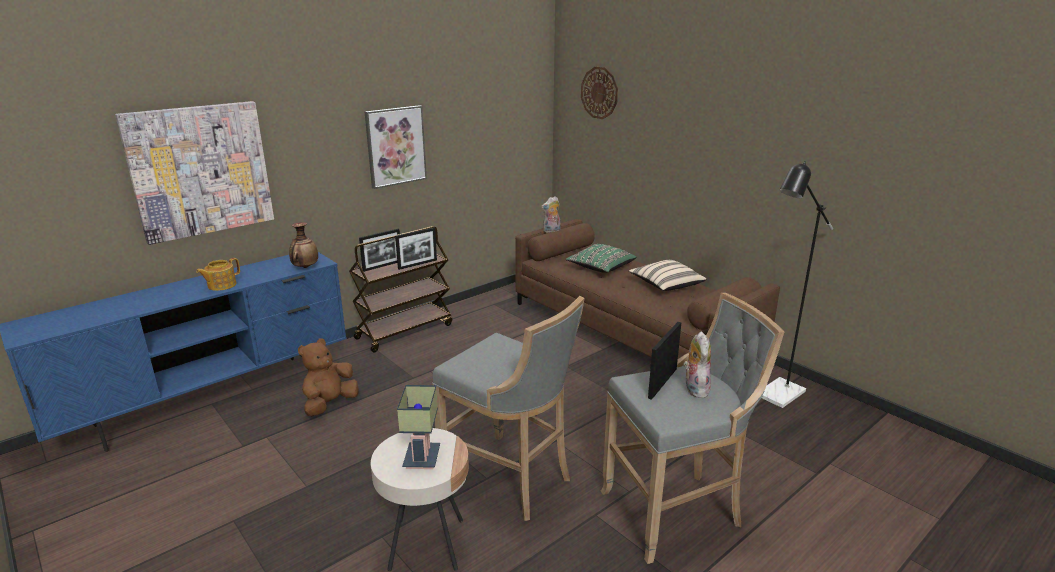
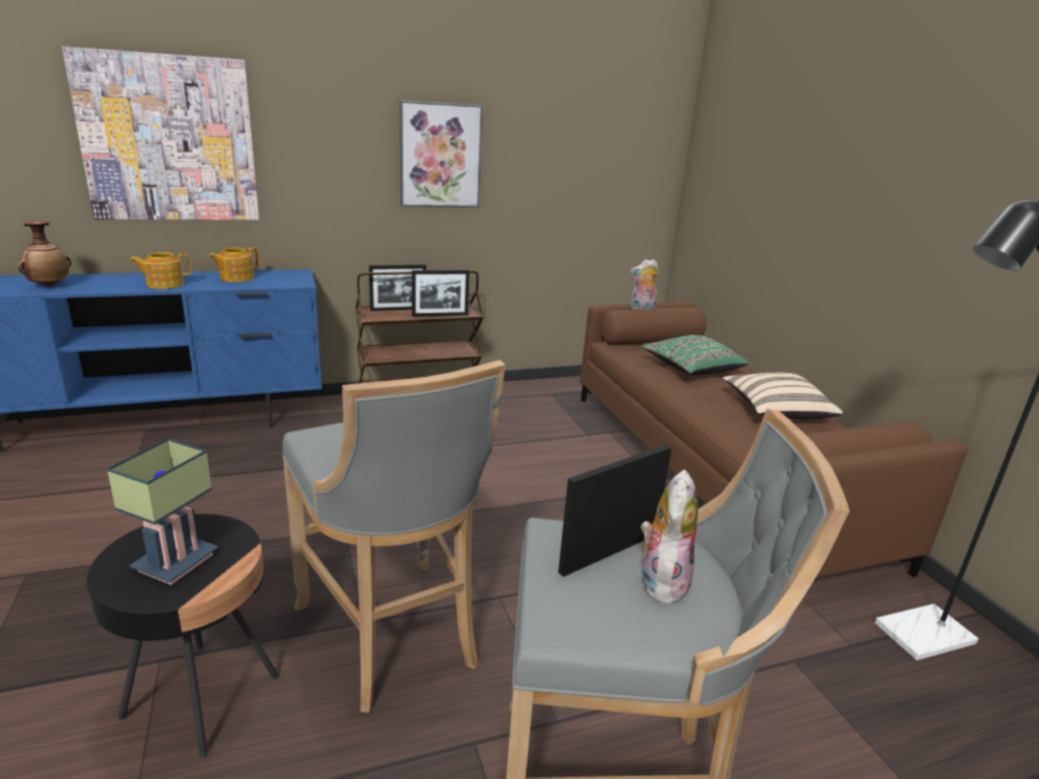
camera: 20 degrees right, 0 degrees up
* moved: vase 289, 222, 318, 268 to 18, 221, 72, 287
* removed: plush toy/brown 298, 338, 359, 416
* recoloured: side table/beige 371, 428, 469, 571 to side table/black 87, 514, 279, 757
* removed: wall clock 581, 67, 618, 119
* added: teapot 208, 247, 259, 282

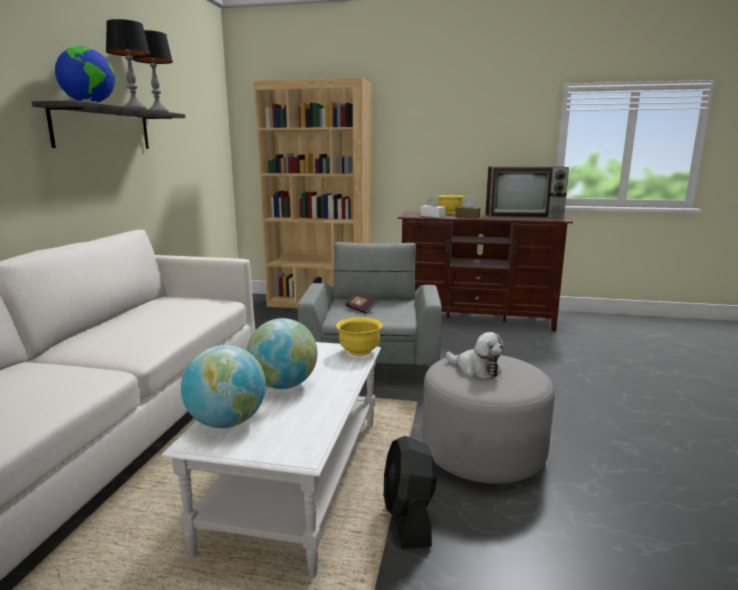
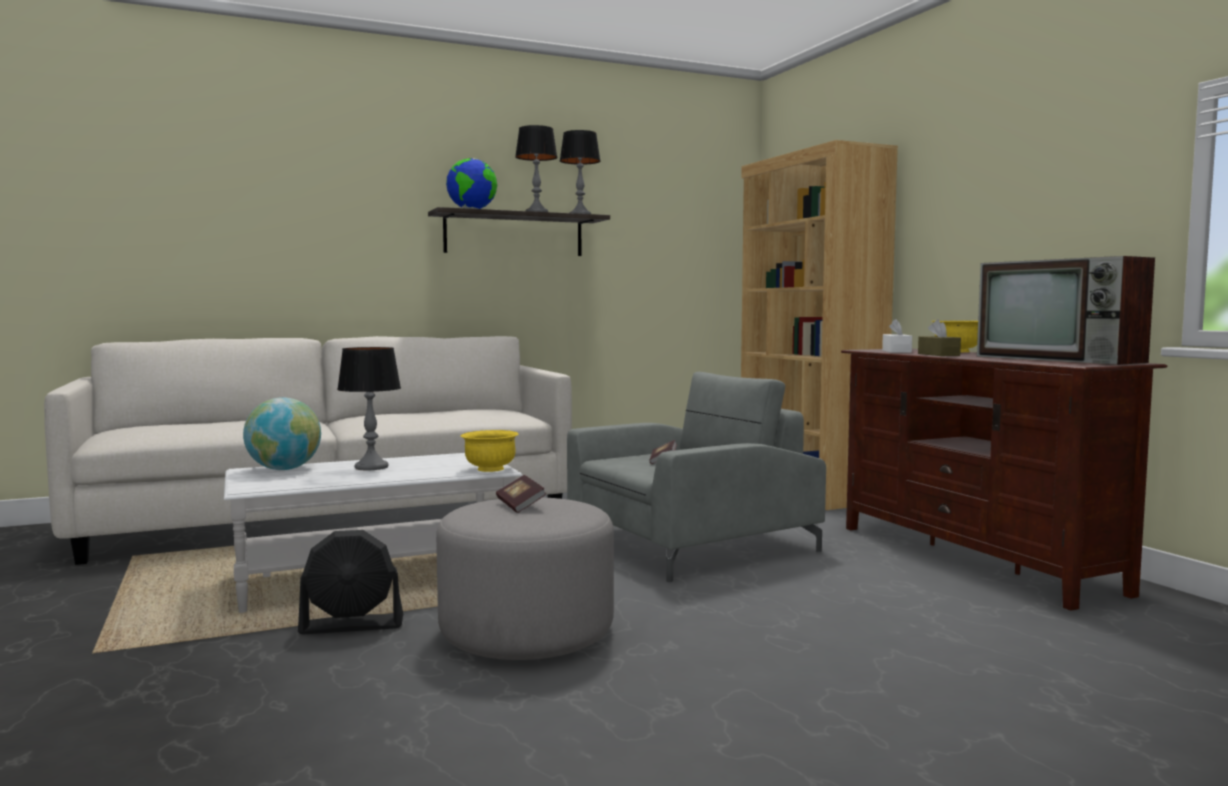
camera: 55 degrees right, 10 degrees down
* replaced: globe 246, 318, 318, 389 to table lamp 337, 347, 401, 470
* turned: fan/black 384, 436, 437, 549 = 298, 530, 403, 635 150 degrees counterclockwise
* replaced: plush toy 446, 332, 504, 379 to book 496, 475, 547, 513

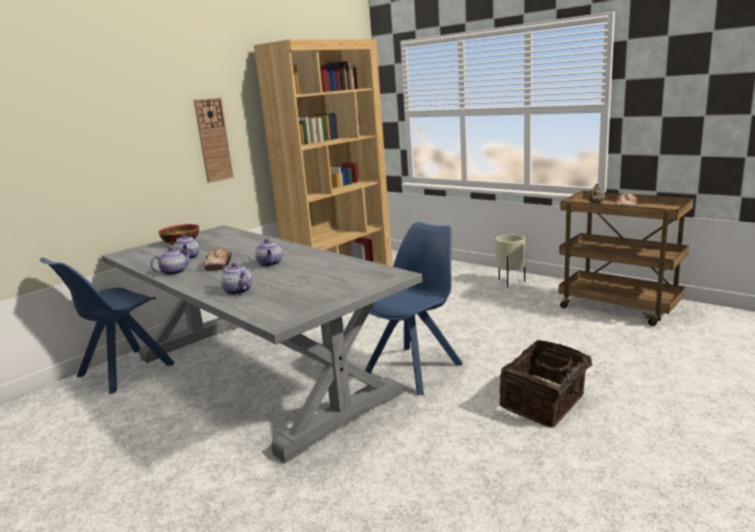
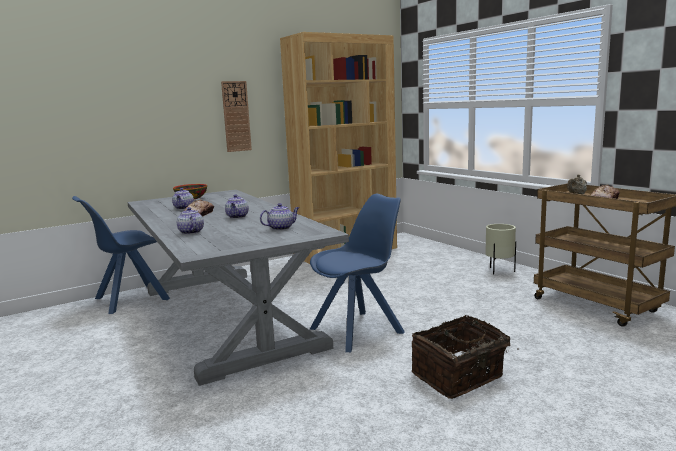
camera: 15 degrees right, 5 degrees down
* moved: teapot 150, 247, 191, 275 to 260, 203, 299, 230

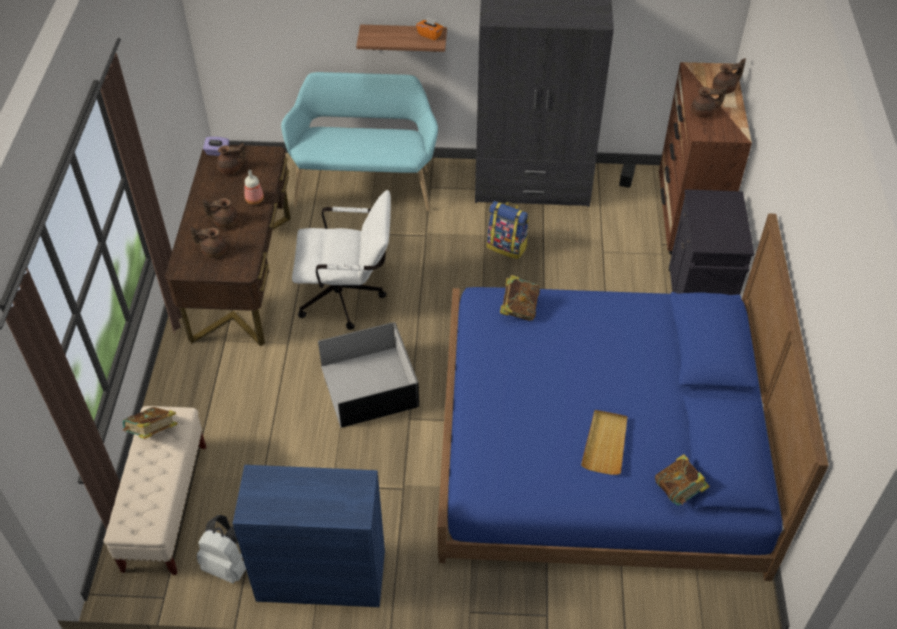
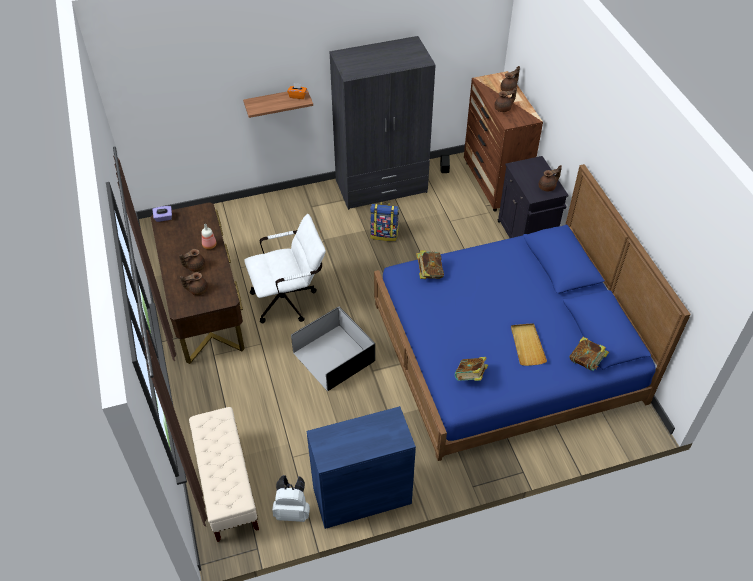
camera: 20 degrees left, 0 degrees up
* moved: book 123, 407, 178, 439 to 455, 357, 488, 381
* moved: teapot/brown 217, 143, 246, 174 to 539, 165, 562, 192
* removed: bench/turquoise 281, 72, 438, 211

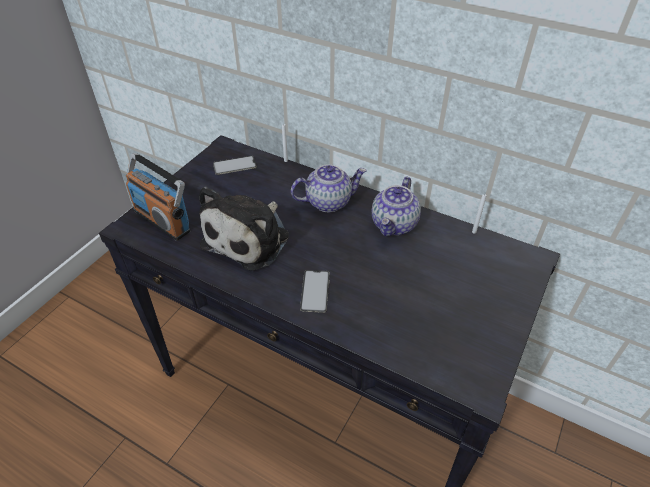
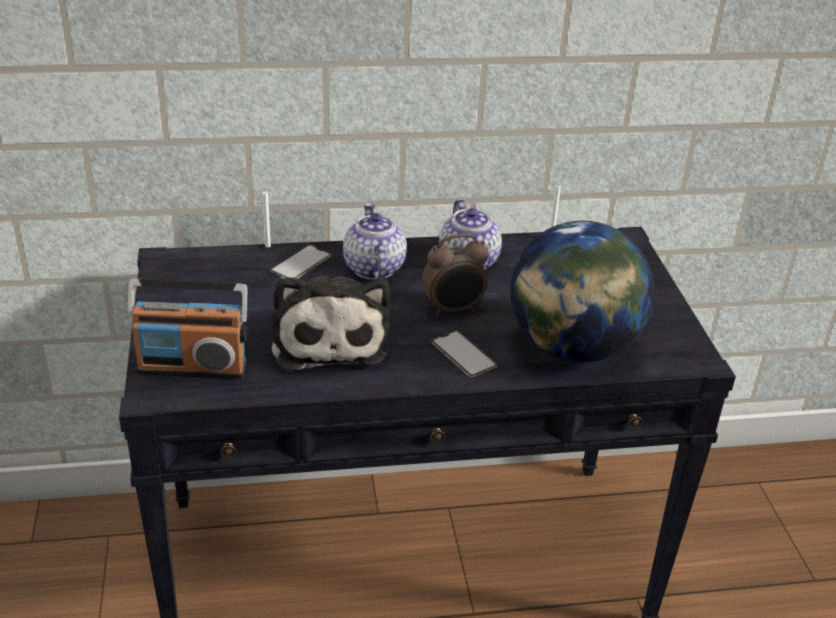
camera: 40 degrees left, 10 degrees down
* moved: phone 213, 156, 257, 175 to 270, 245, 331, 278
* turned: teapot 291, 165, 367, 212 = 343, 203, 407, 280 45 degrees counterclockwise
* added: alarm clock 422, 233, 489, 316
* added: globe 510, 221, 654, 363

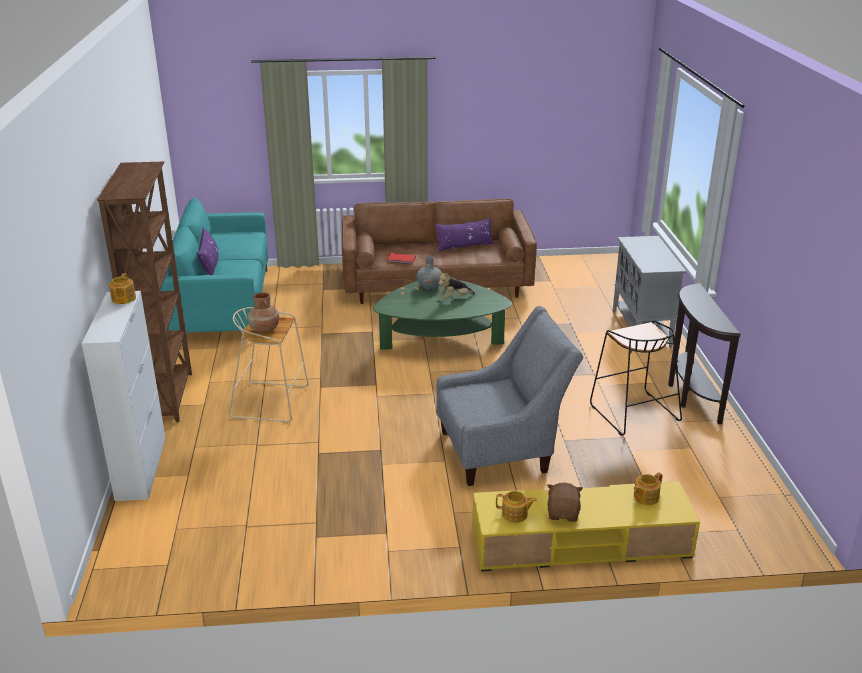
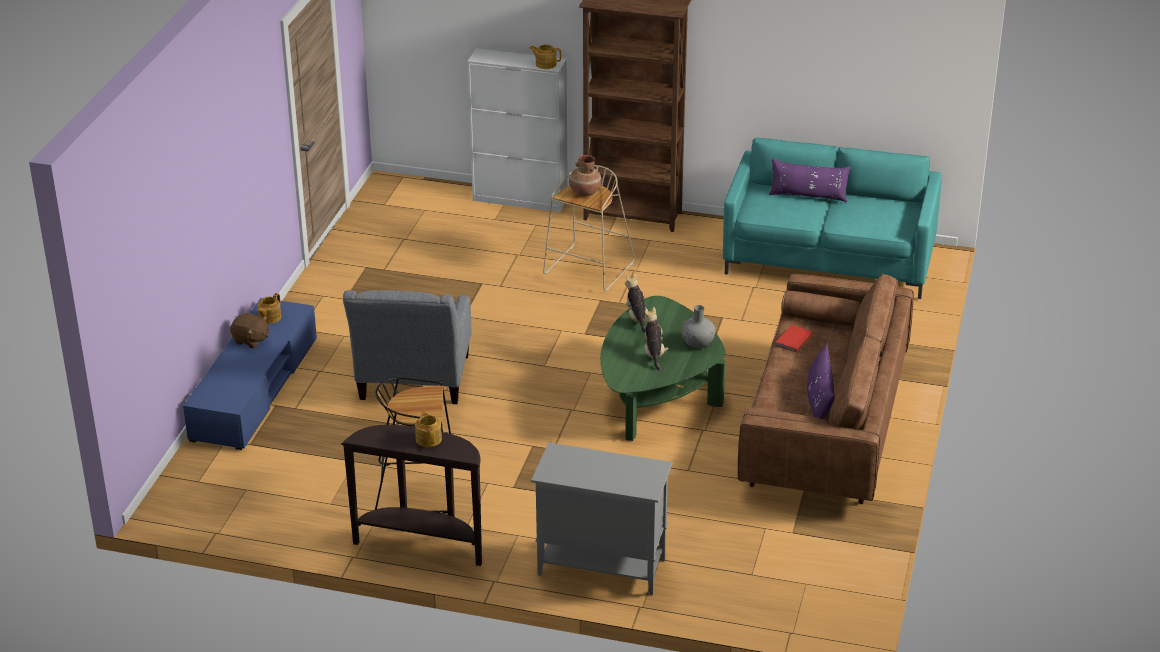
camera: 110 degrees right, 5 degrees up
* recoloured: tv stand/yellow 472, 481, 700, 571 to tv stand/blue 183, 298, 317, 450
* moved: teapot 634, 472, 663, 505 to 415, 410, 442, 447
* added: plush toy 625, 273, 648, 333

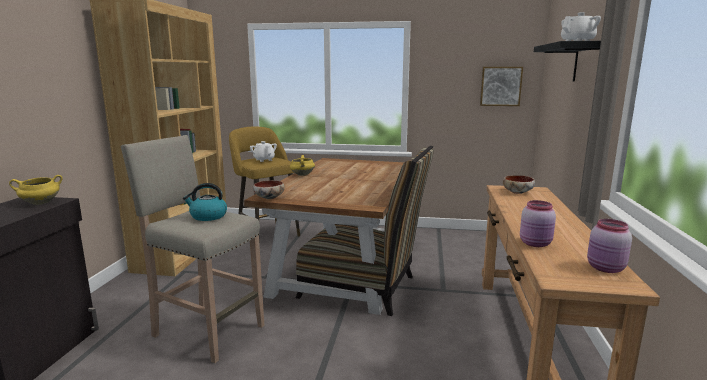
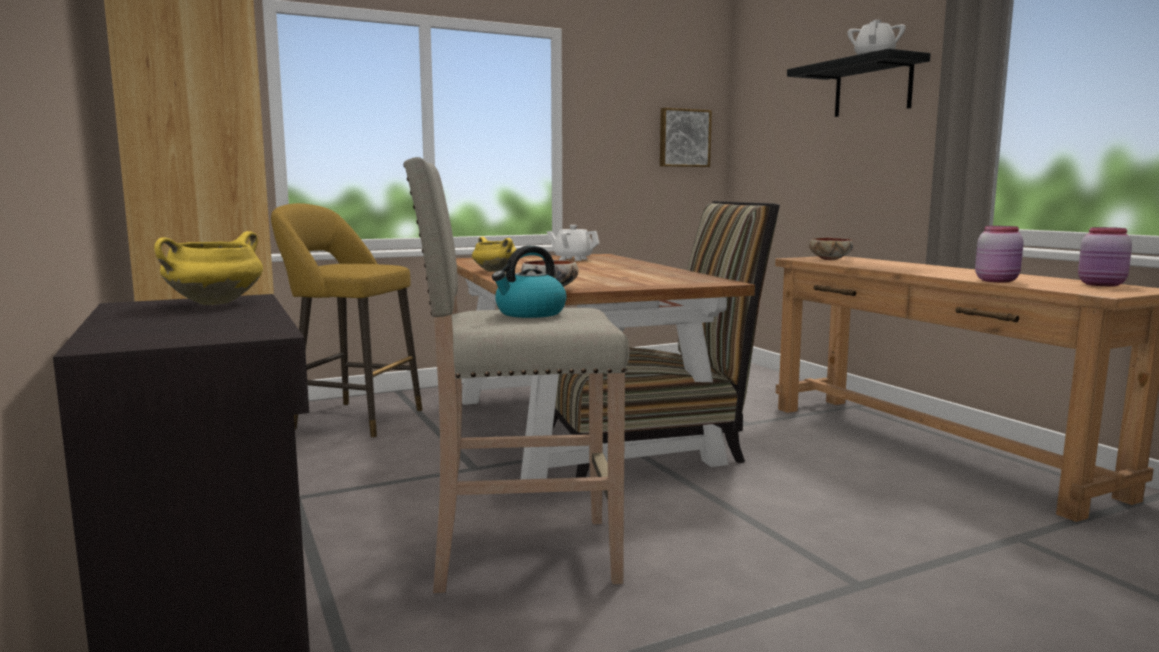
camera: 35 degrees left, 5 degrees down
* moved: teapot/white 250, 141, 277, 162 to 547, 225, 600, 261

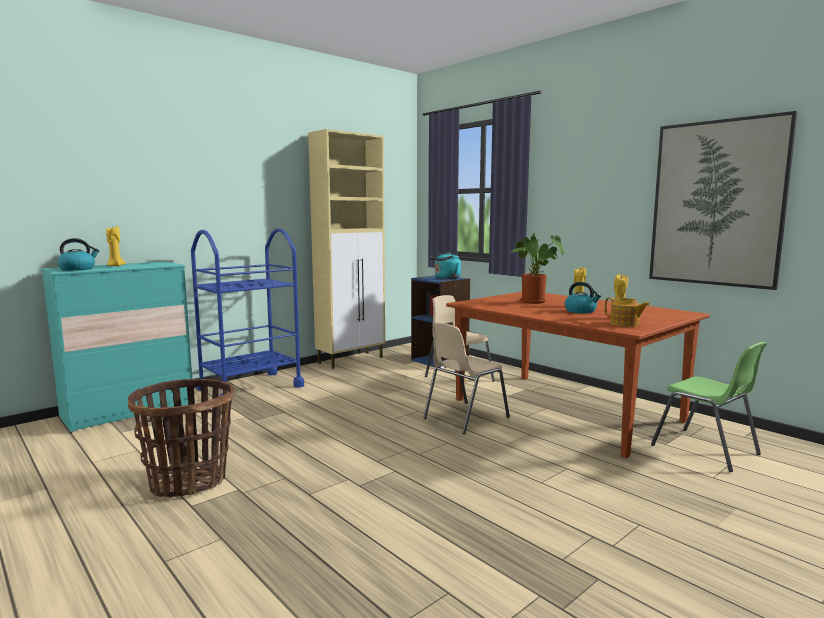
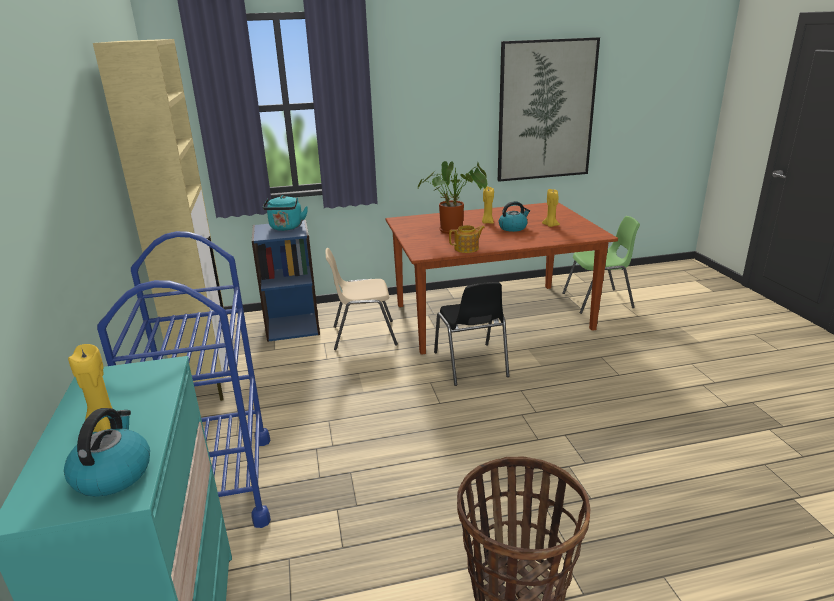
camera: 60 degrees left, 15 degrees up
* recoloured: chair/beige 423, 322, 510, 434 to chair/black 434, 282, 509, 386
* moved: teapot 604, 298, 650, 327 to 449, 225, 485, 253

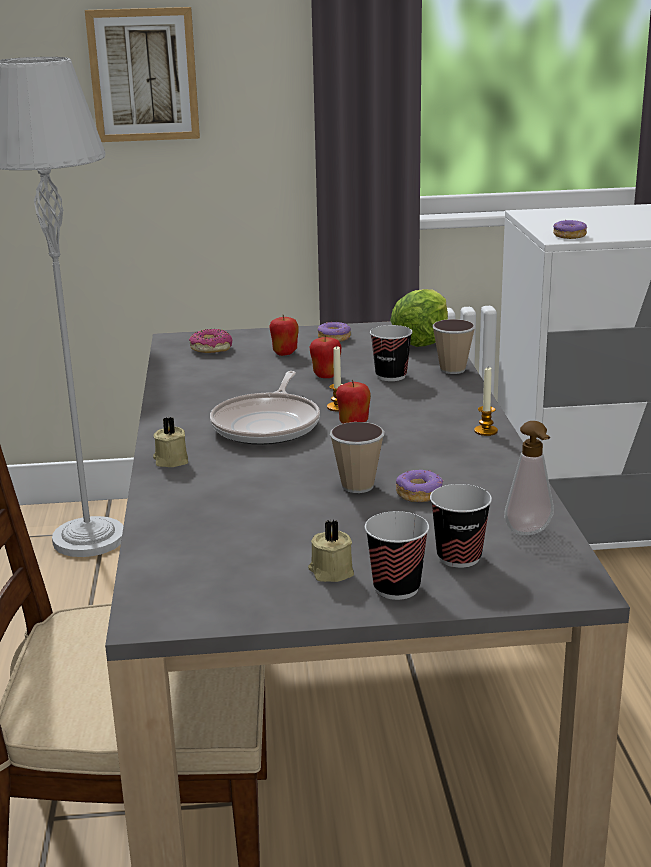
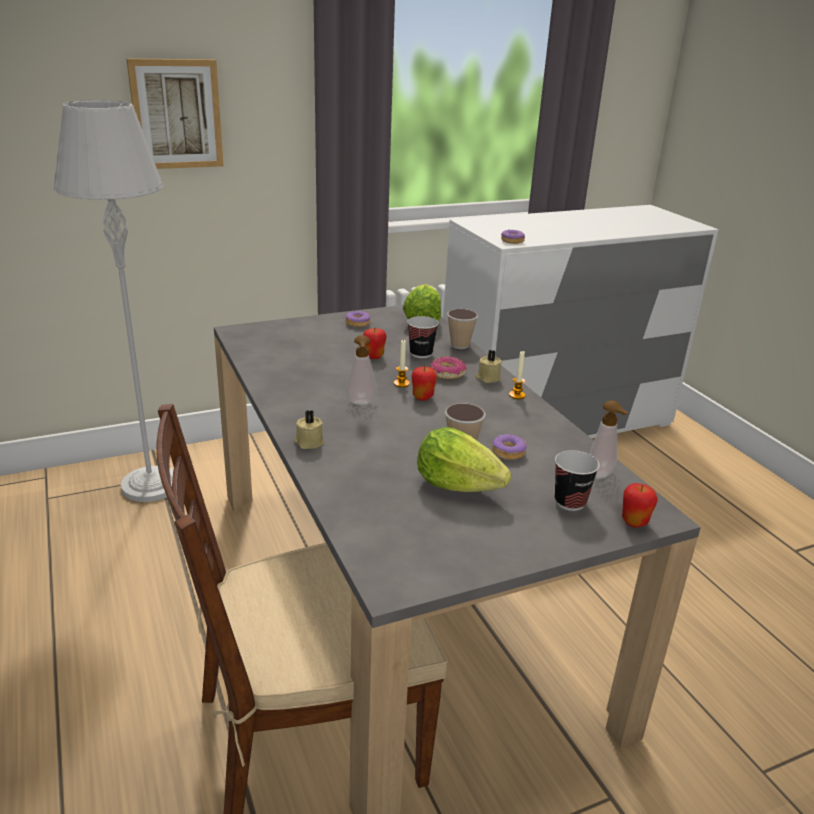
camera: 20 degrees left, 5 degrees up
* moved: donut 189, 329, 232, 353 to 430, 357, 467, 379
* replaced: frying pan 210, 371, 320, 445 to soap dispenser 345, 335, 378, 405
* moved: apple 269, 315, 299, 356 to 622, 483, 658, 528
* moved: candle/beige 308, 520, 354, 582 to 476, 350, 502, 383
* removed: cup 365, 511, 429, 600
* added: lettuce 417, 427, 511, 492

